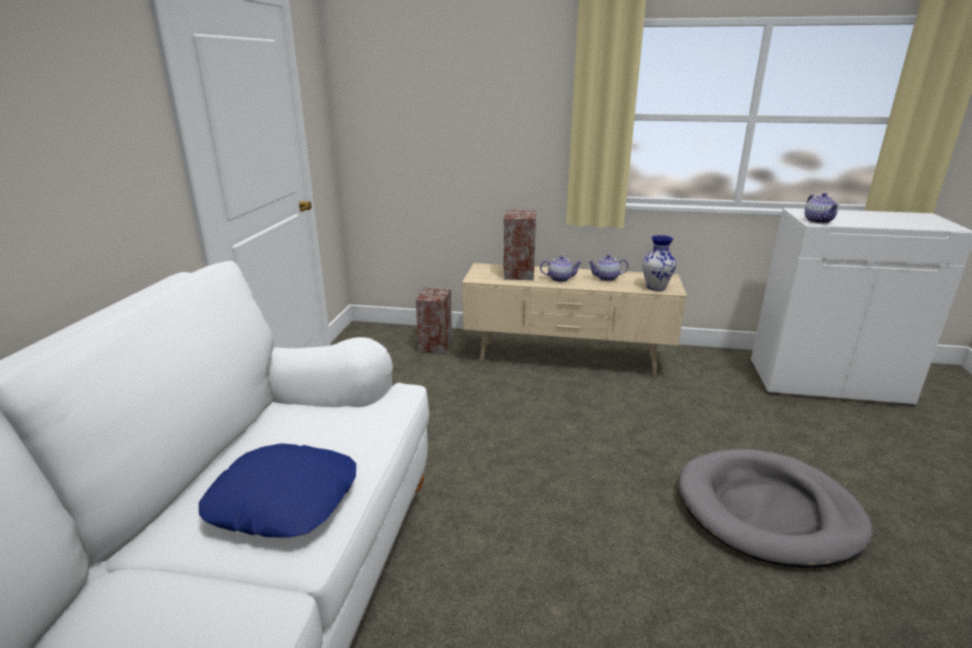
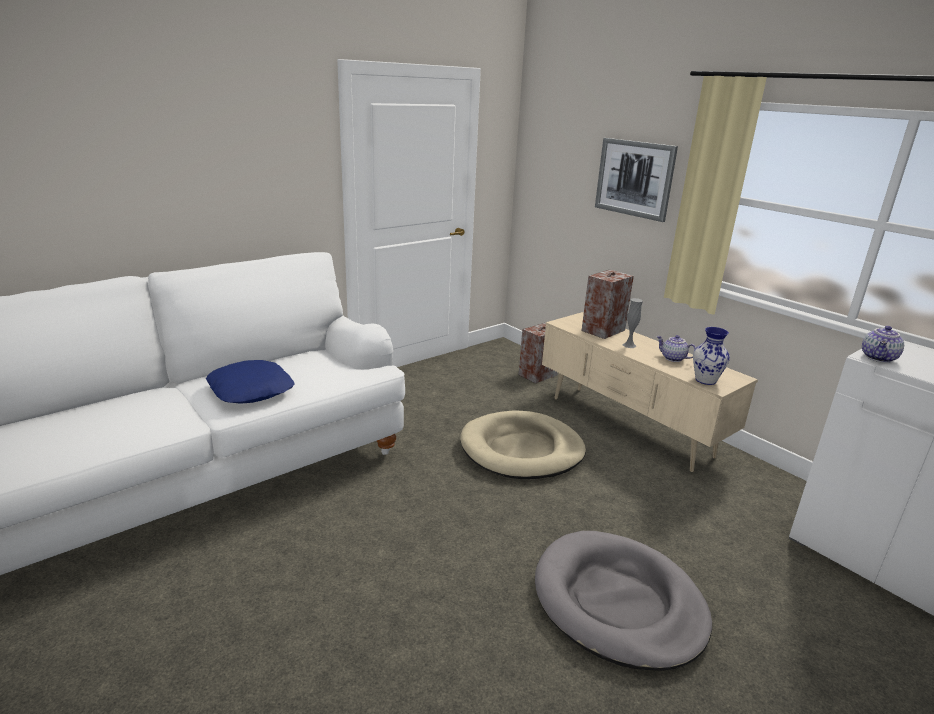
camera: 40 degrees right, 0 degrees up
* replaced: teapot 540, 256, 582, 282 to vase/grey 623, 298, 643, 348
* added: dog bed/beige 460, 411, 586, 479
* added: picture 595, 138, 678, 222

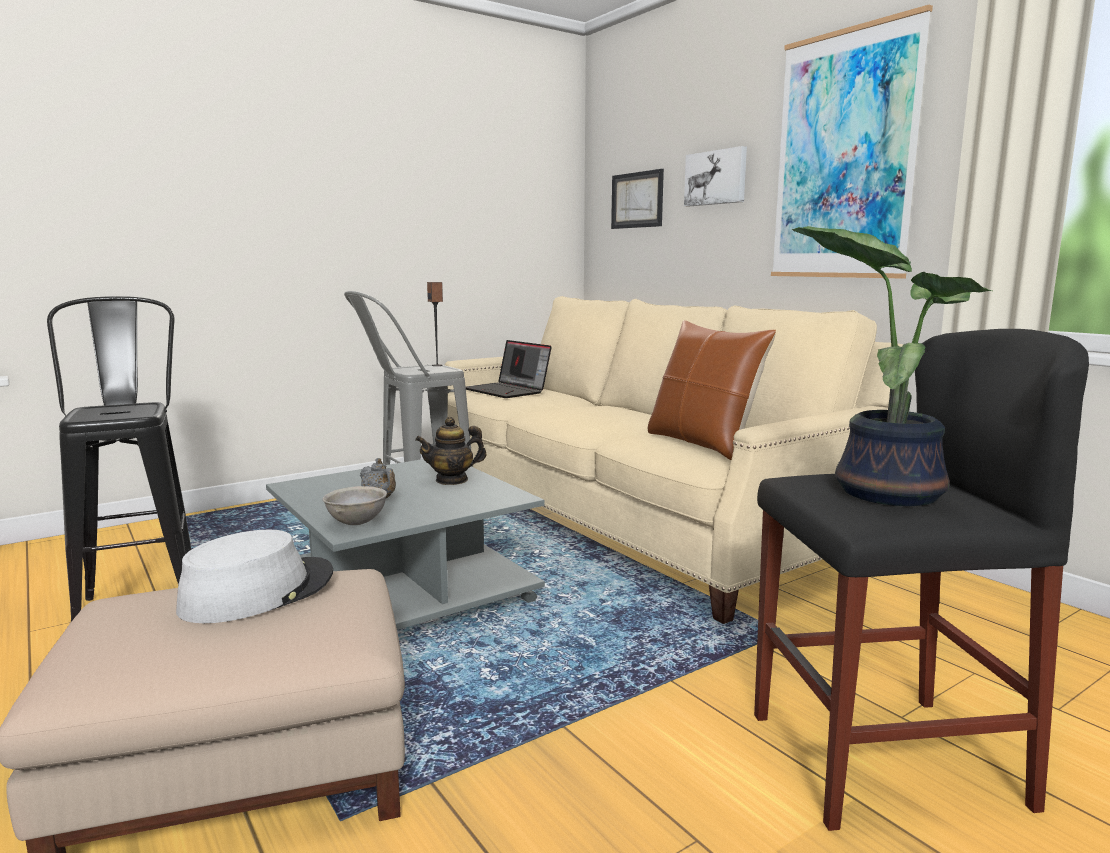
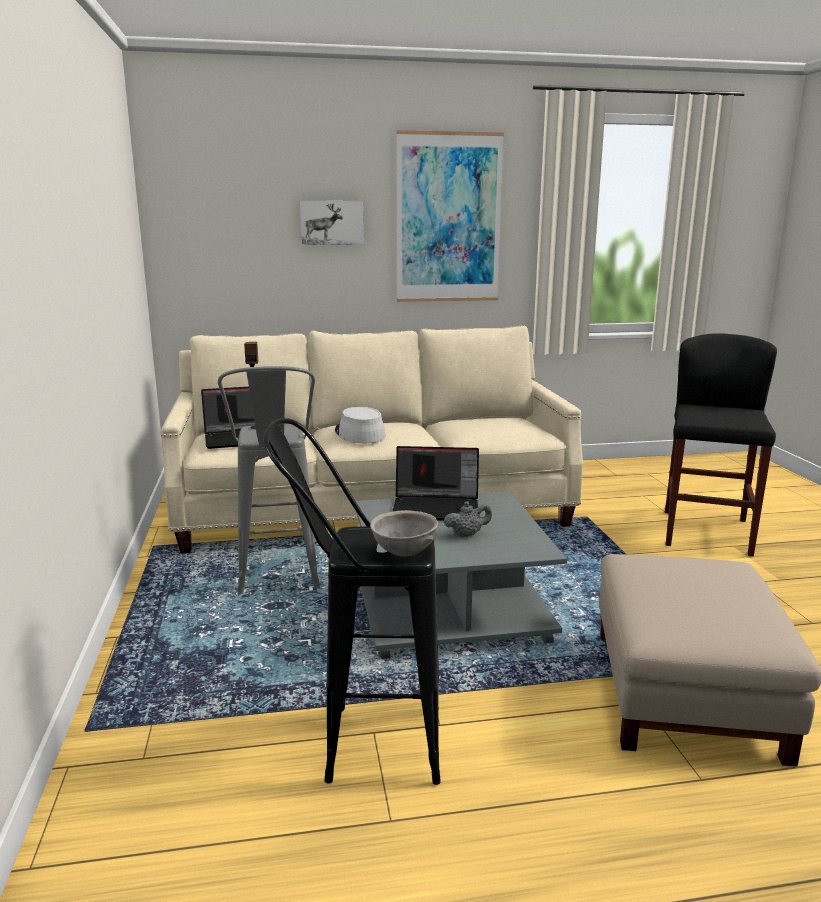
camera: 65 degrees left, 5 degrees up
* moved: hat/grey 176, 530, 333, 623 to 335, 407, 386, 444
* moved: bowl/grey 322, 486, 387, 525 to 370, 510, 438, 557
* replaced: teapot 415, 417, 486, 485 to laptop 392, 446, 479, 521
* removed: picture 611, 169, 664, 229
* removed: pillow/brown 648, 320, 776, 460
* removed: potted plant 792, 226, 992, 506

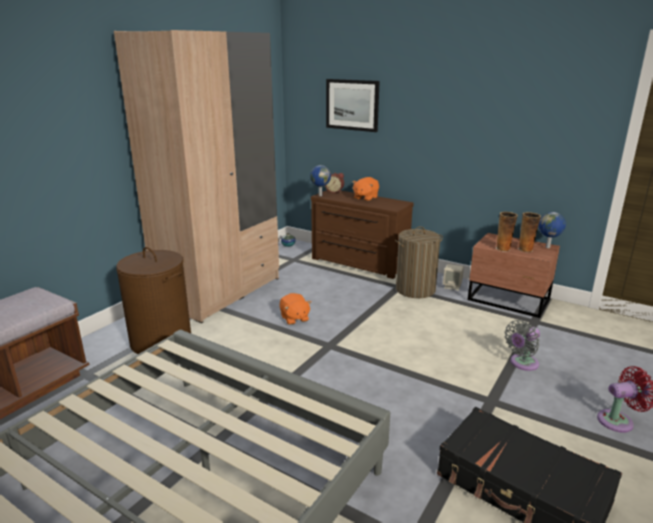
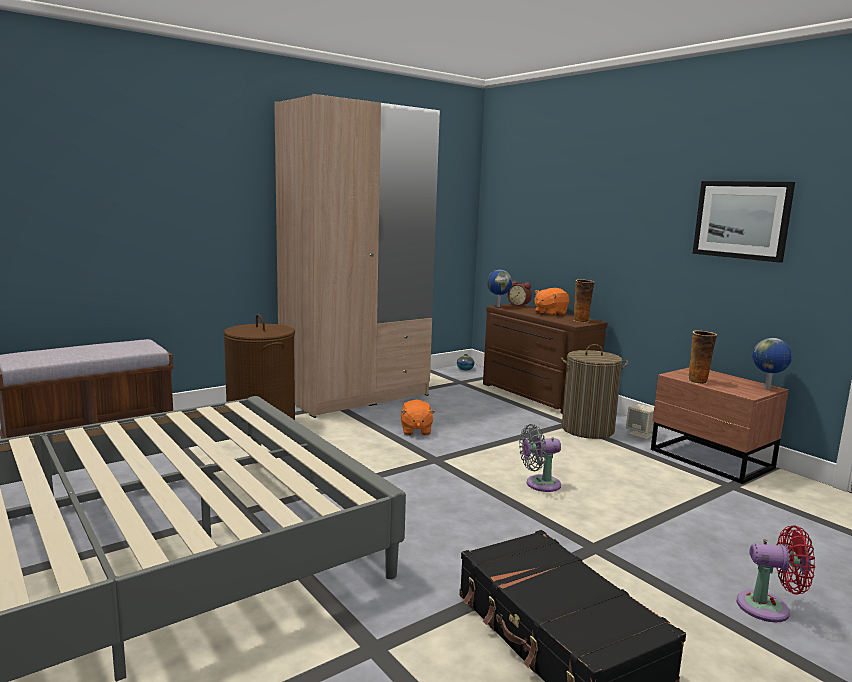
camera: 20 degrees right, 10 degrees down
* moved: picture 326, 79, 380, 132 to 693, 181, 795, 263
* moved: fan/grey 505, 320, 540, 371 to 519, 424, 561, 492
* moved: vase 518, 212, 541, 252 to 573, 279, 595, 322

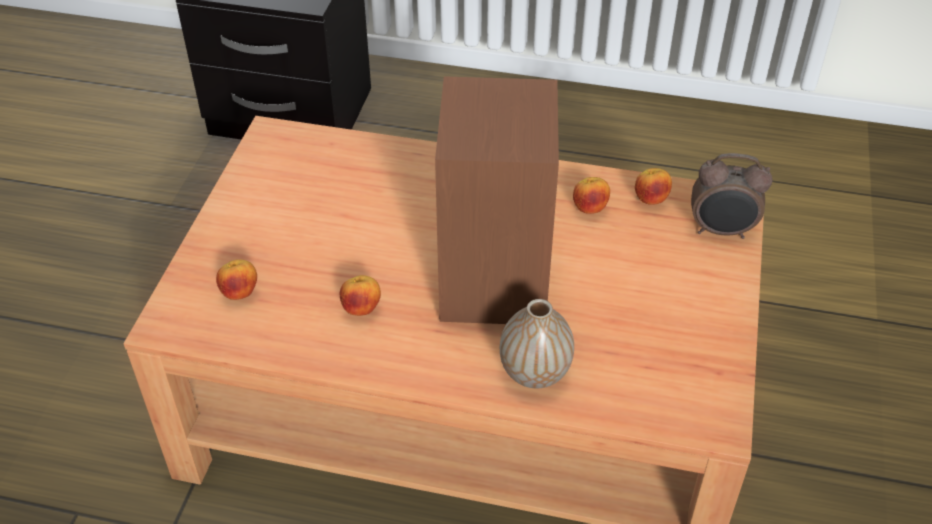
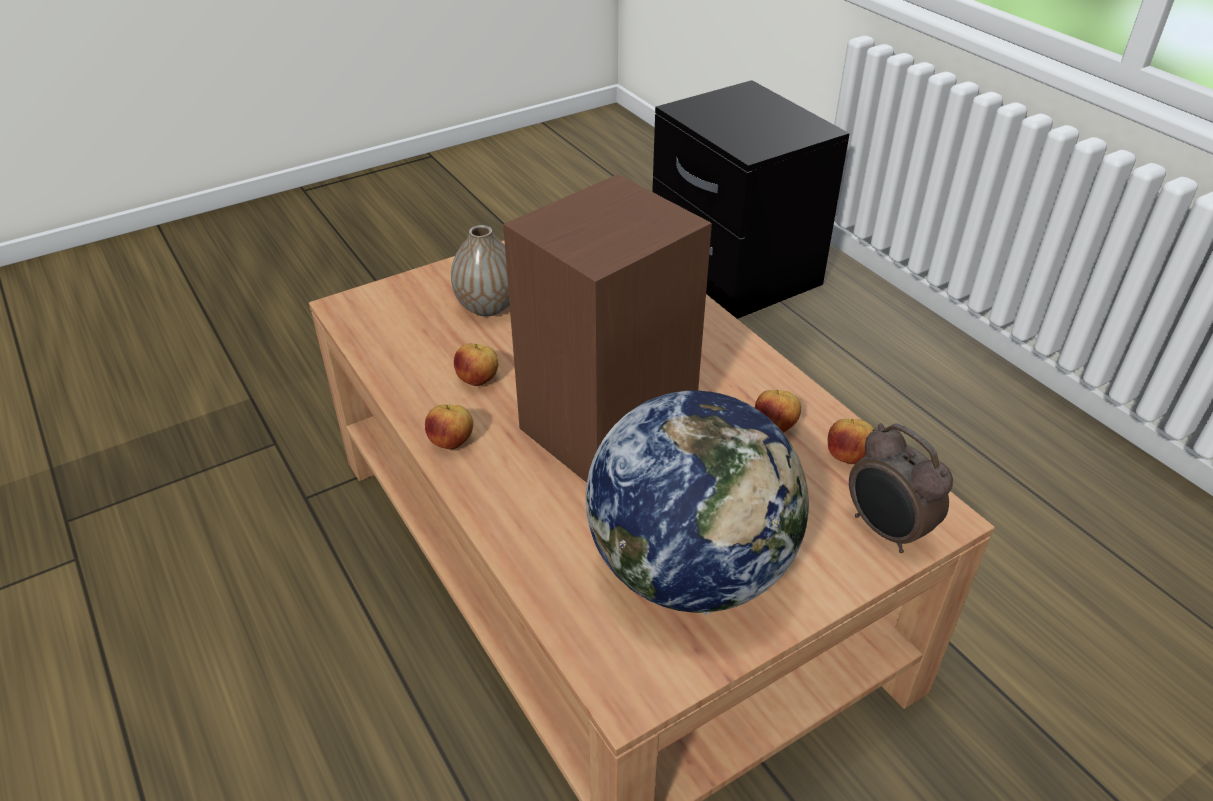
camera: 45 degrees right, 5 degrees down
* moved: apple 216, 259, 257, 300 to 425, 404, 473, 449
* moved: vase 500, 299, 574, 388 to 451, 225, 510, 317
* added: globe 586, 391, 809, 615

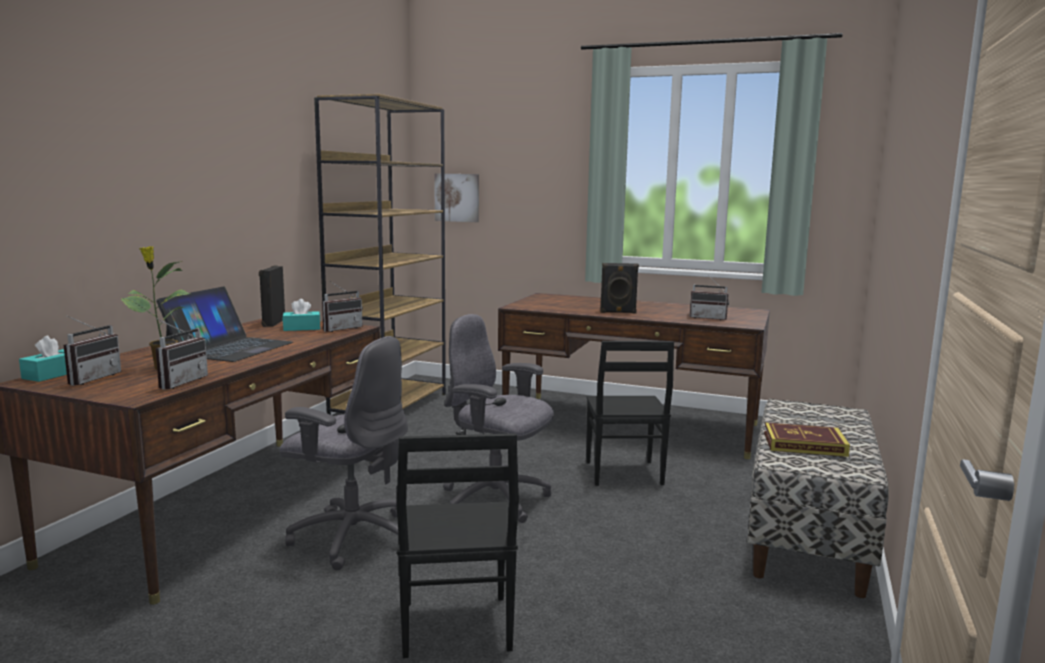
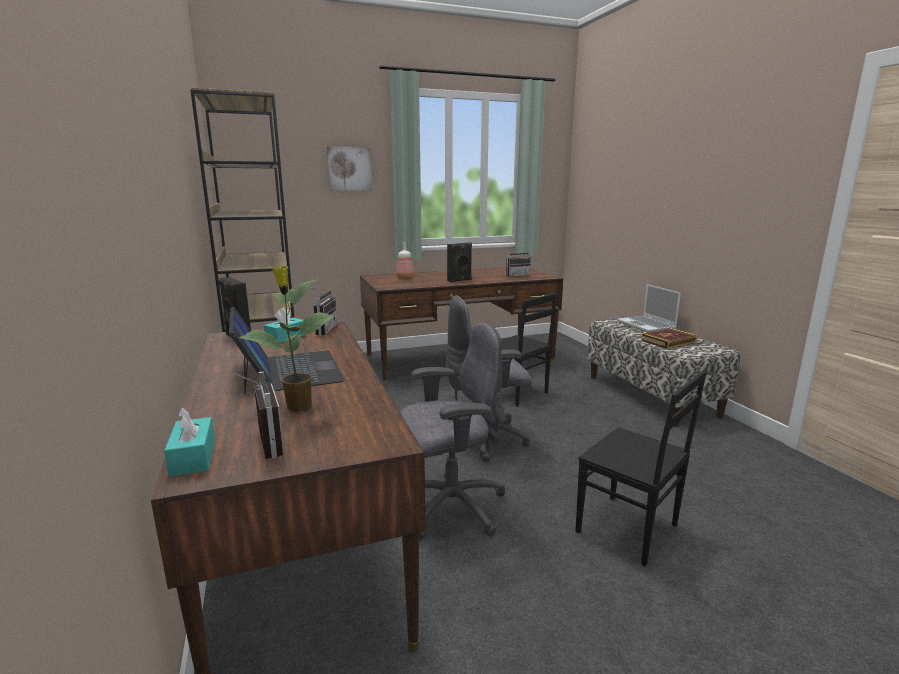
camera: 40 degrees left, 5 degrees up
* removed: radio 155, 319, 208, 390
* moved: picture 434, 174, 479, 222 to 327, 146, 372, 191
* added: bottle 397, 242, 414, 279
* added: laptop 617, 284, 681, 333

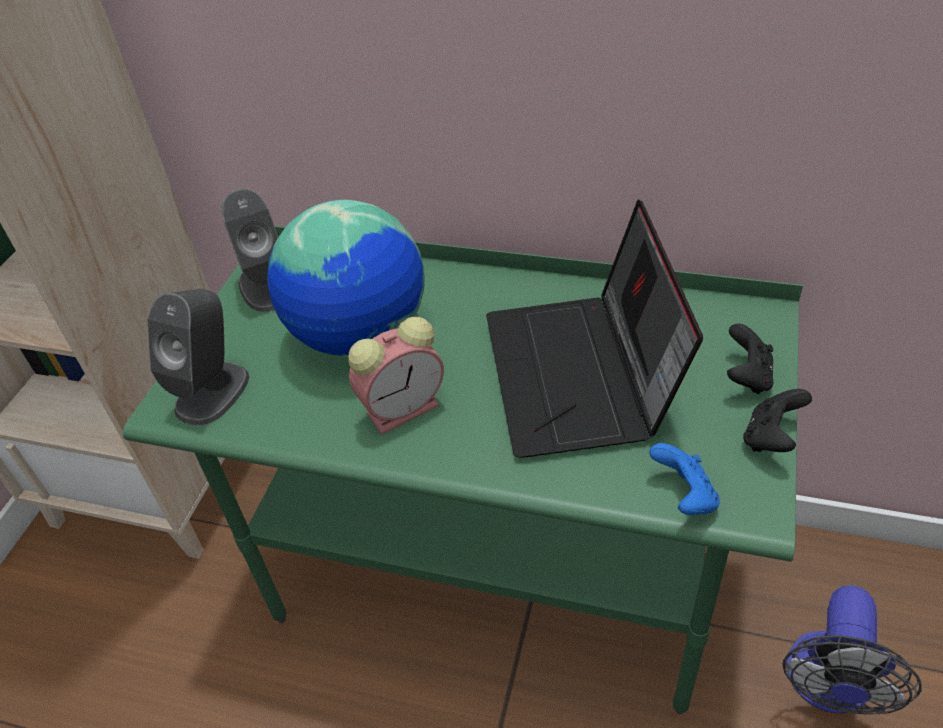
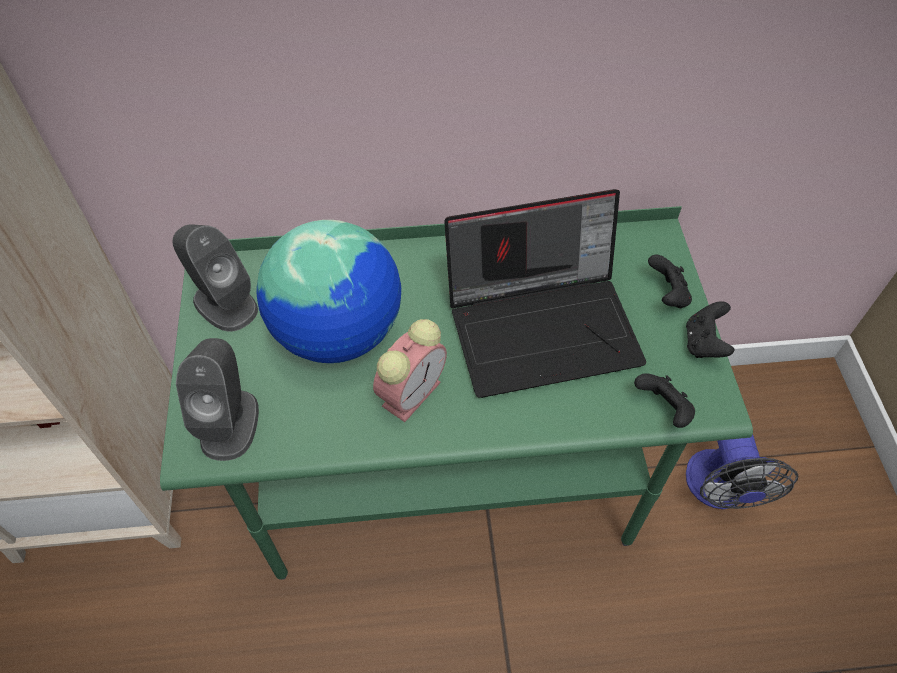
camera: 25 degrees left, 10 degrees up
* turned: laptop 486, 199, 703, 458 = 444, 189, 646, 398 75 degrees counterclockwise
* recoloured: game controller/blue 649, 443, 720, 515 to game controller/black 634, 374, 695, 428

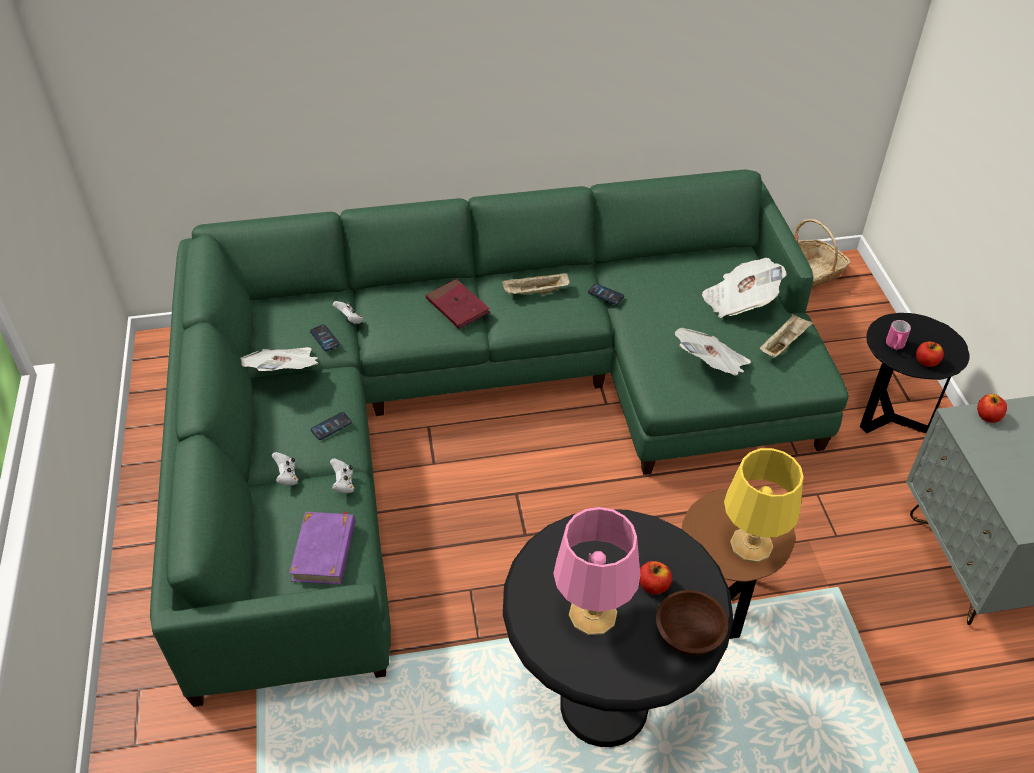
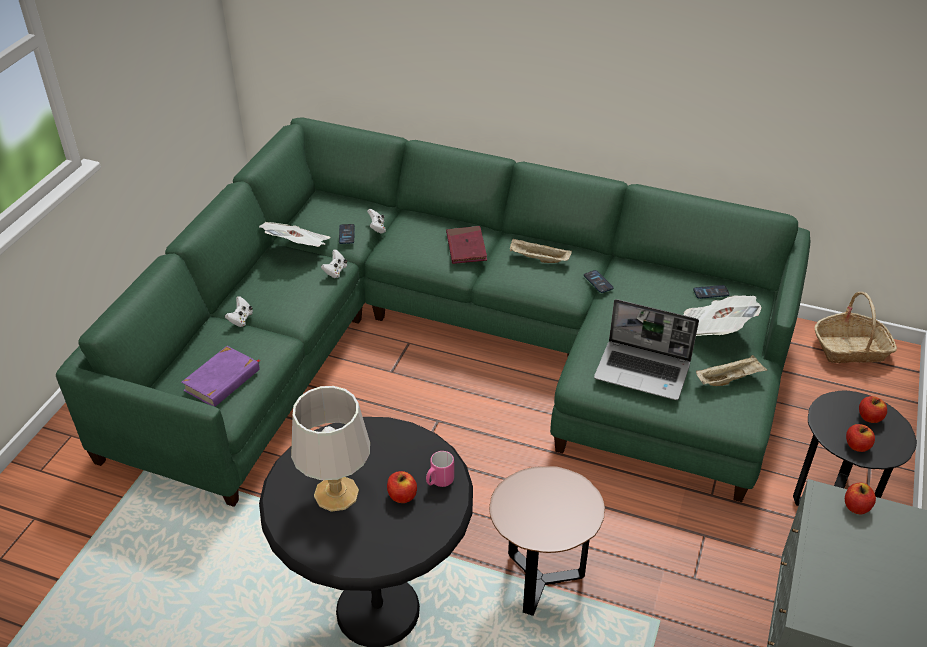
camera: 30 degrees right, 5 degrees down
* moved: phone 311, 412, 352, 440 to 693, 285, 730, 299
* moved: game controller/white 330, 458, 354, 493 to 321, 249, 347, 278
* recoloured: table lamp/pink 553, 507, 640, 635 to table lamp/grey 291, 386, 370, 512
* removed: bowl/brown 656, 590, 728, 655
* replaced: newspaper 675, 328, 751, 376 to laptop 594, 299, 699, 400
* removed: table lamp/yellow 724, 448, 803, 562
* moved: mug/pink 886, 320, 911, 350 to 426, 451, 454, 487
* added: apple 859, 396, 887, 423

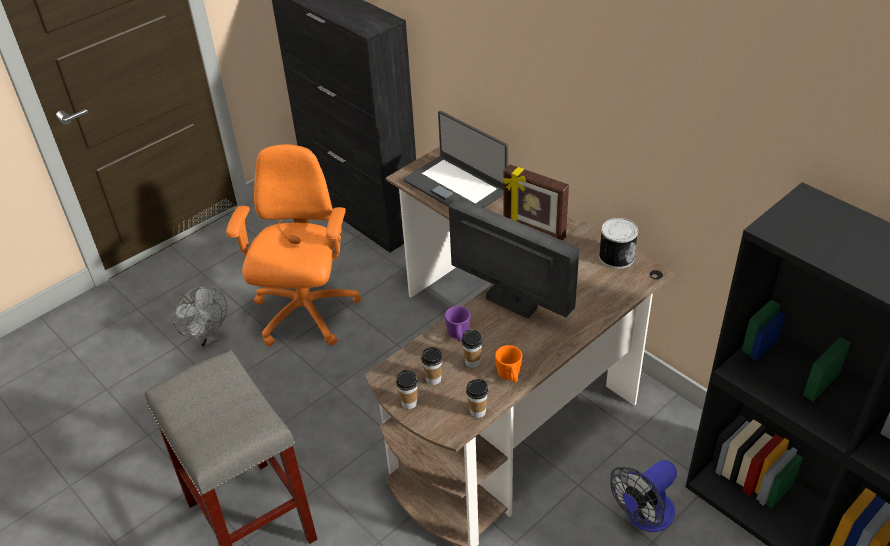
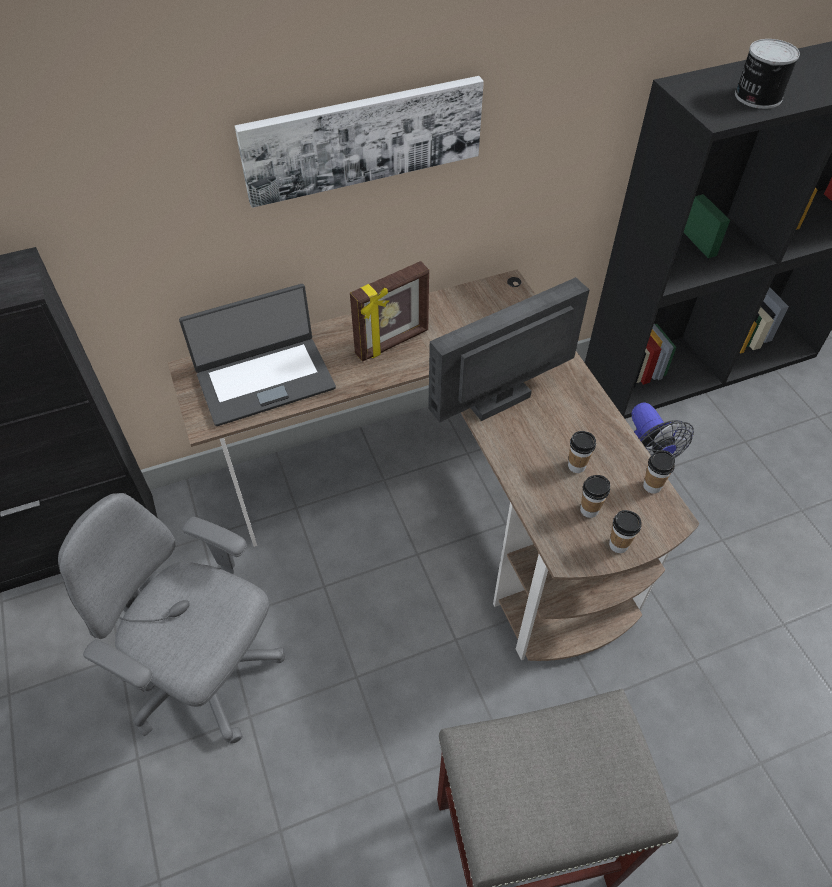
camera: 70 degrees left, 10 degrees up
* removed: fan/grey 172, 287, 227, 349
* recoloured: office chair/orange 226, 144, 361, 346 to office chair/grey 58, 493, 284, 744
* removed: mug/purple 445, 306, 471, 341
* removed: mug/orange 495, 345, 522, 382
* moved: can 599, 218, 638, 269 to 735, 39, 800, 109
* added: picture 234, 76, 484, 208

